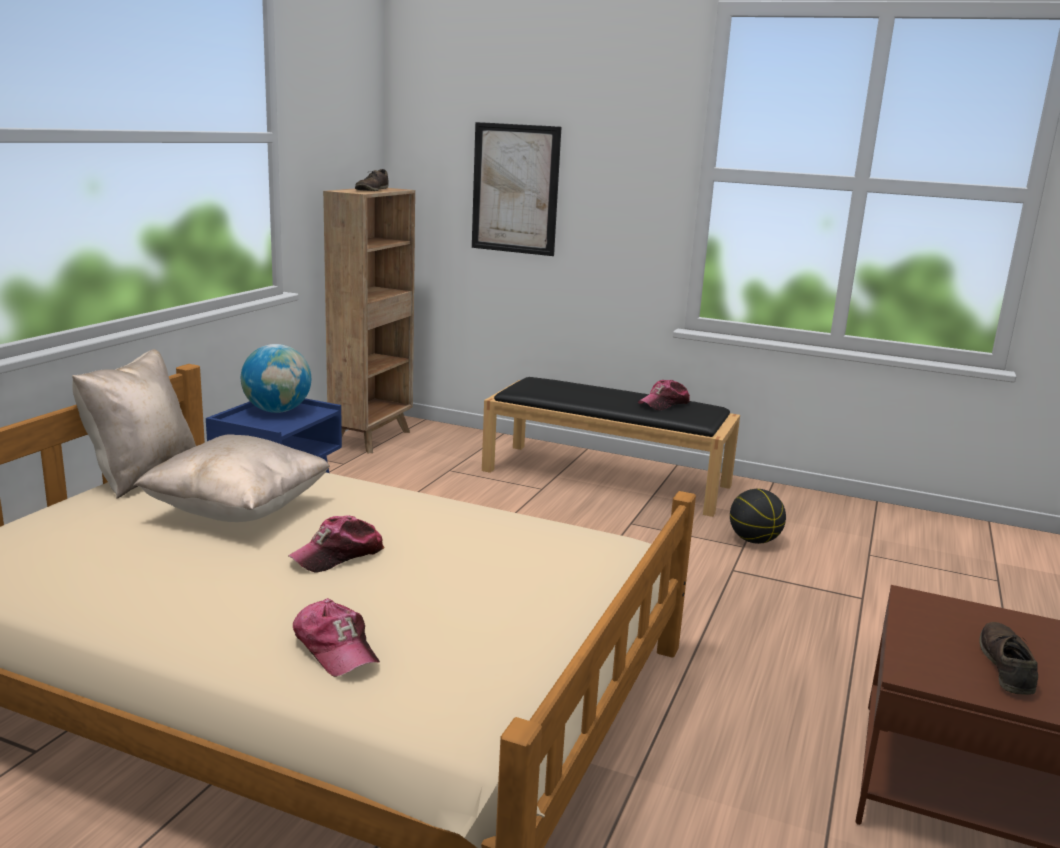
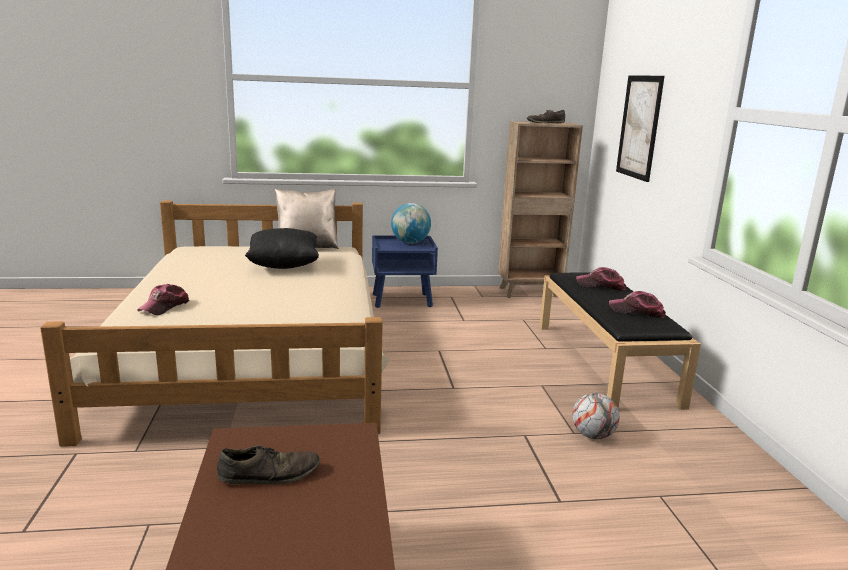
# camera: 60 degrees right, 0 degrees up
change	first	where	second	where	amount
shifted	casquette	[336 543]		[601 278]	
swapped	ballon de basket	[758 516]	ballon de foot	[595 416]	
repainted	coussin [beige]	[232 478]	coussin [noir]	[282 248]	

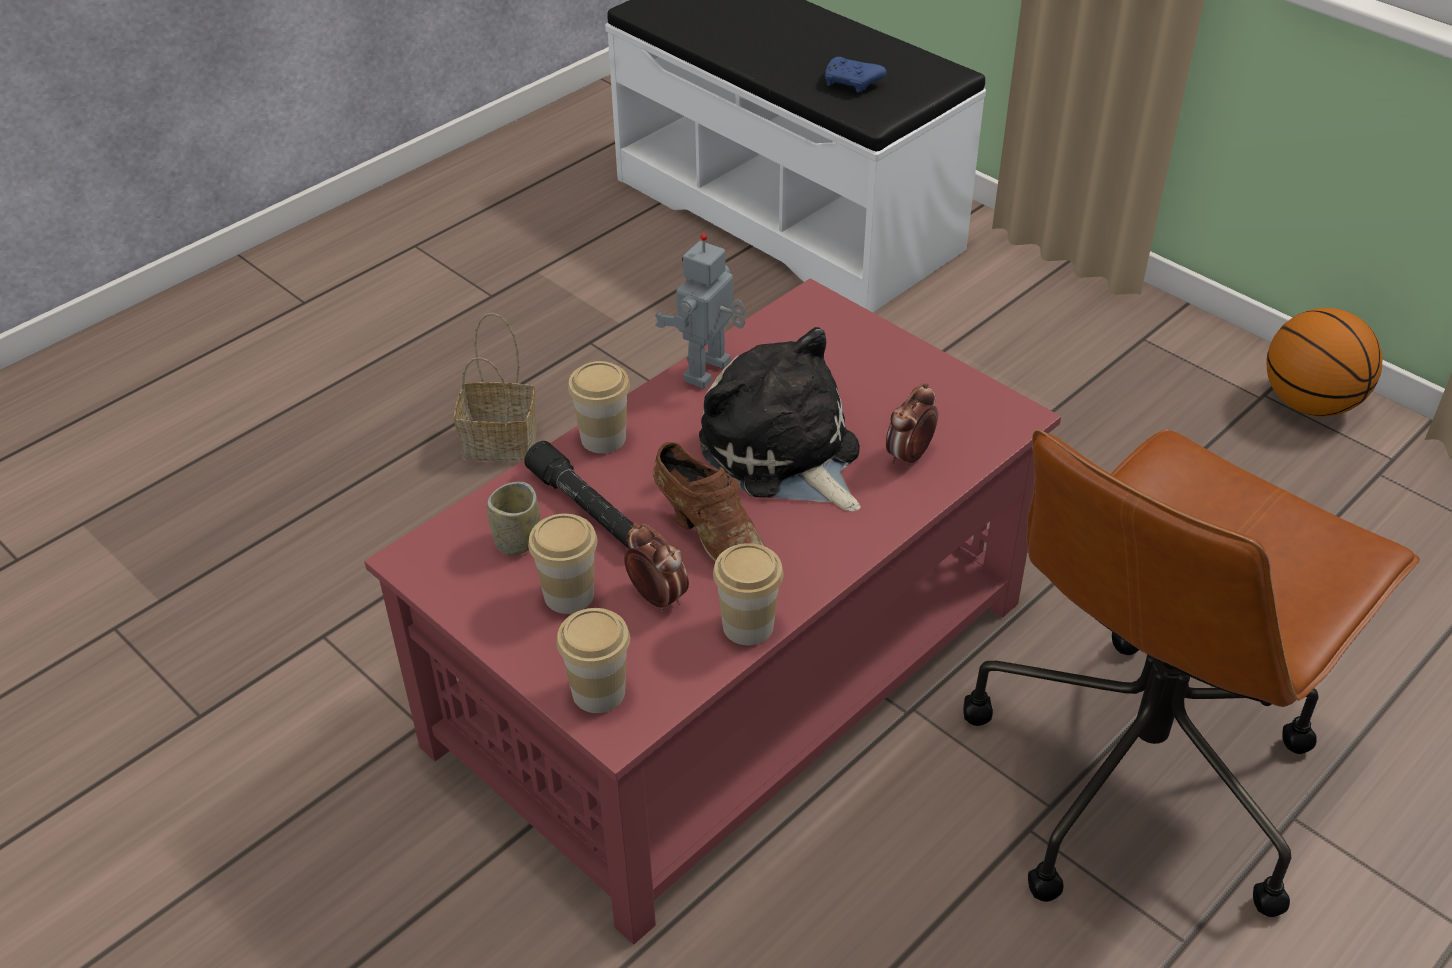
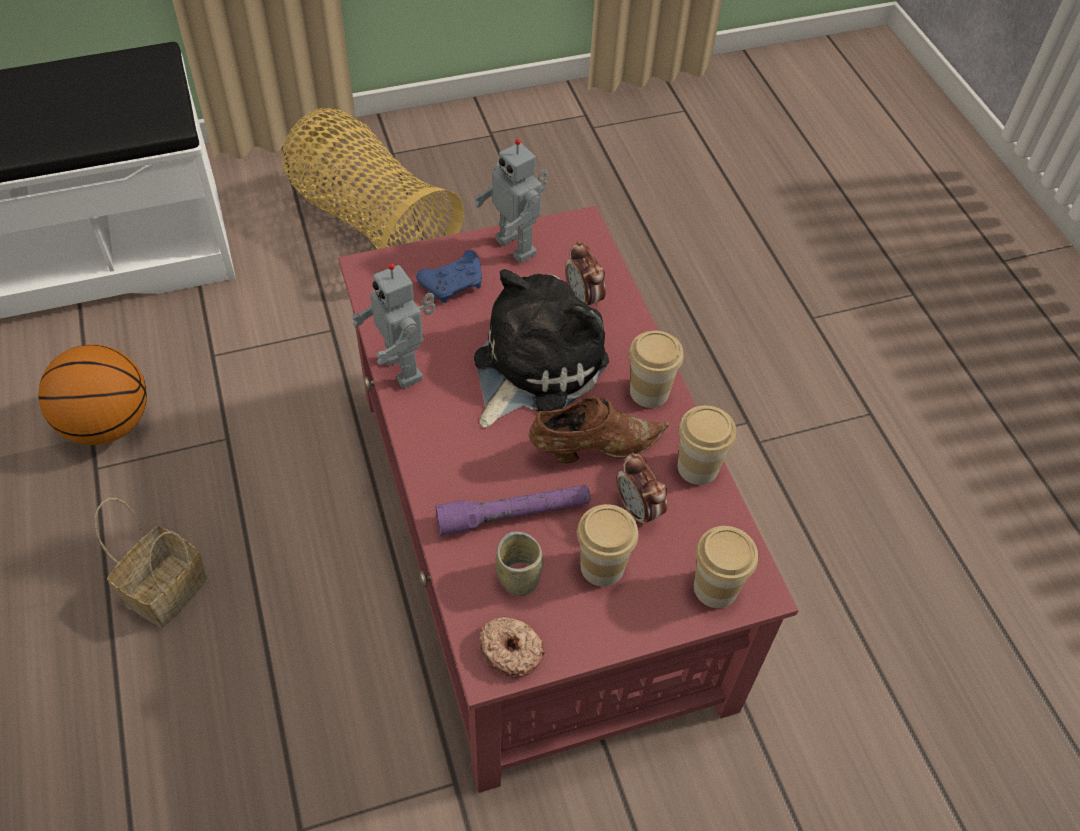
# camera: 65 degrees left, 10 degrees up
change	first	where	second	where	amount
gone	chaise de bureau [marron]	[1191 673]			
new			panier	[373 178]	
new			robot jouet	[511 201]	
new			beignet	[512 647]	
shifted	tasse	[599 407]		[656 369]	
shifted	manette [bleu]	[856 74]		[449 276]	
shifted	ballon de basket	[1325 362]		[93 394]	
repainted	lampe de poche [noir]	[579 495]	lampe de poche [violet]	[513 510]	
rotated	réveil	[656 567]		[641 490]	105 degrees counterclockwise
rotated	peluche	[780 419]		[541 348]	135 degrees clockwise

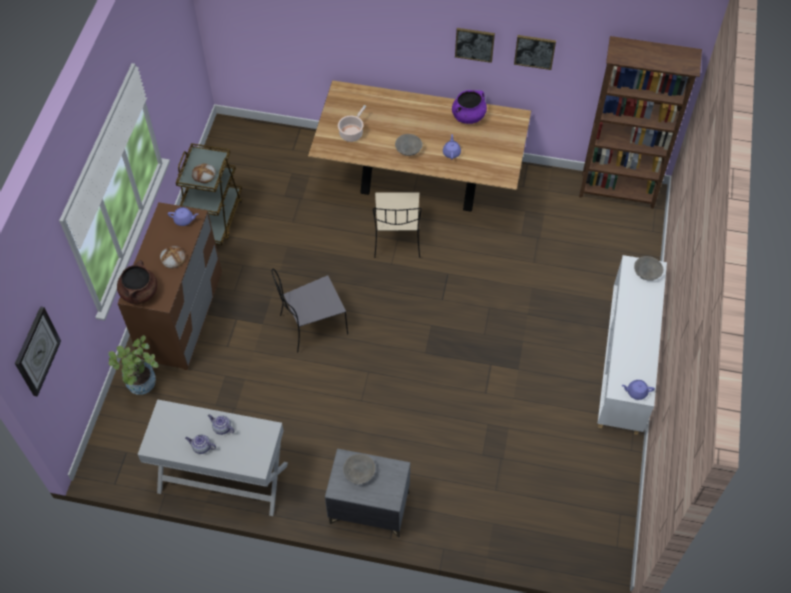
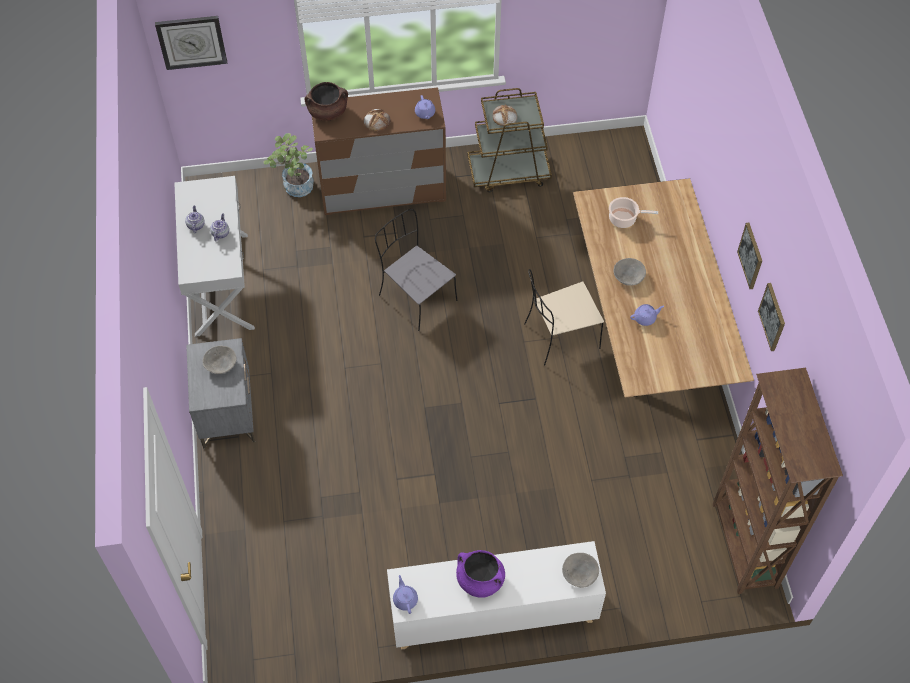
# camera: 70 degrees right, 0 degrees up
change	first	where	second	where	amount
shifted	marmite [violet]	[469 107]		[480 574]	

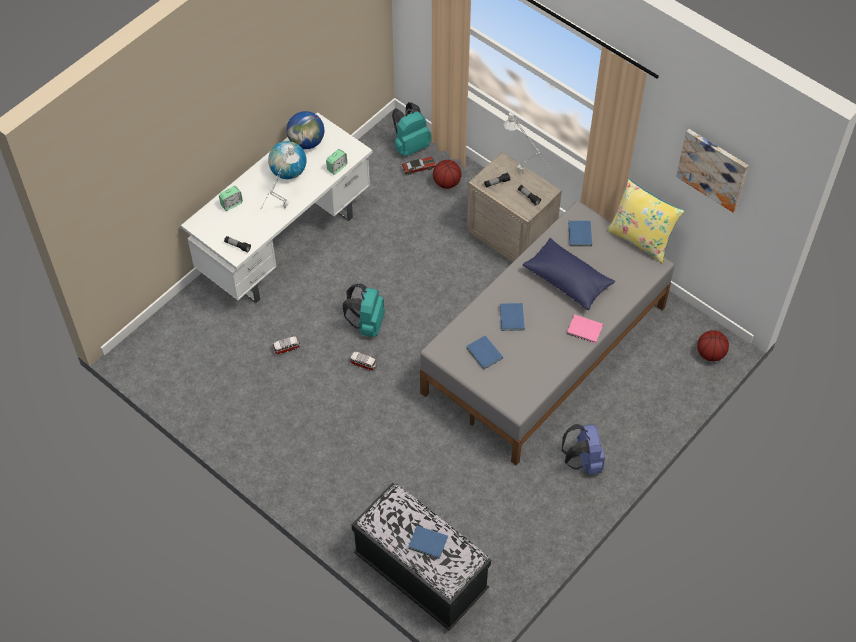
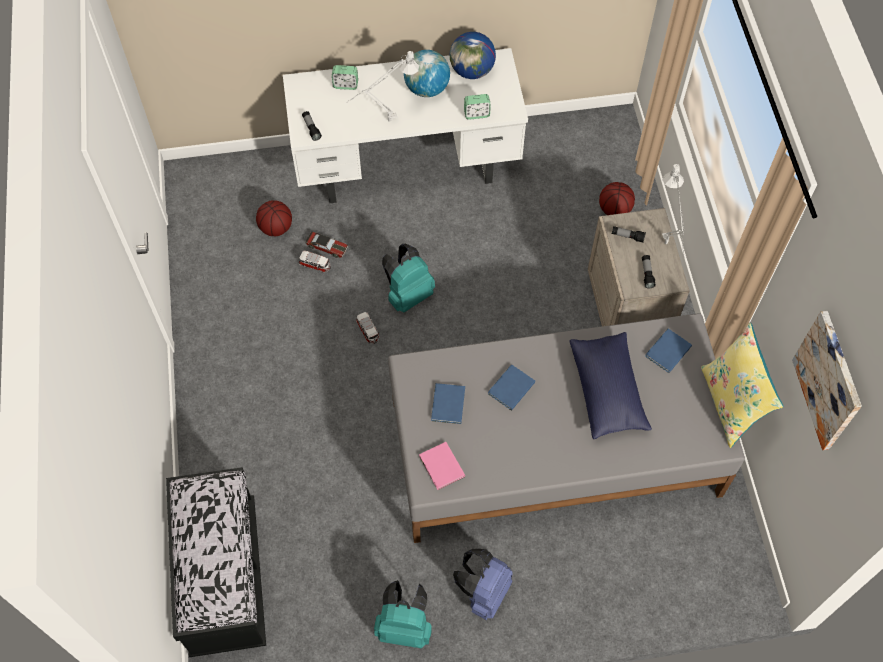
# camera: 40 degrees right, 5 degrees up
change	first	where	second	where	amount
gone	livre [bleu]	[428 542]			
shifted	sac à dos [turquoise]	[411 129]		[402 614]	
shifted	petite voiture	[418 166]		[326 245]	
shifted	livre [rose]	[585 329]		[442 466]	
shifted	ballon de basket	[713 345]		[274 218]	

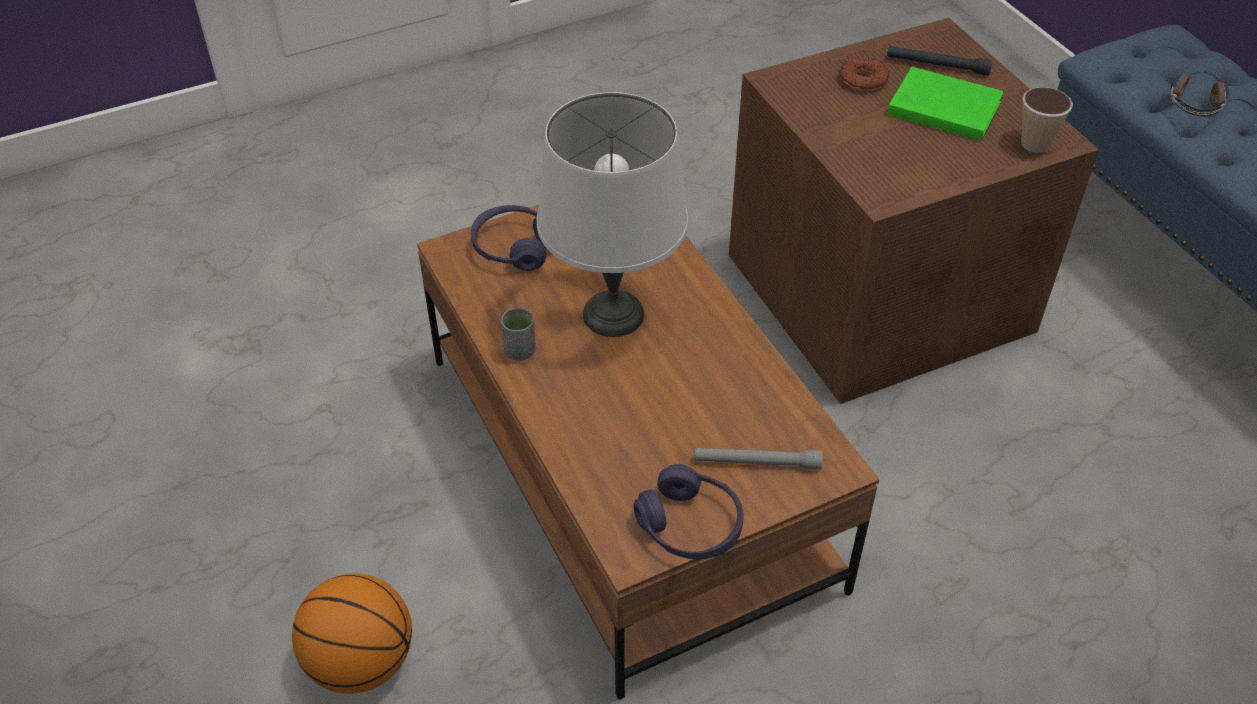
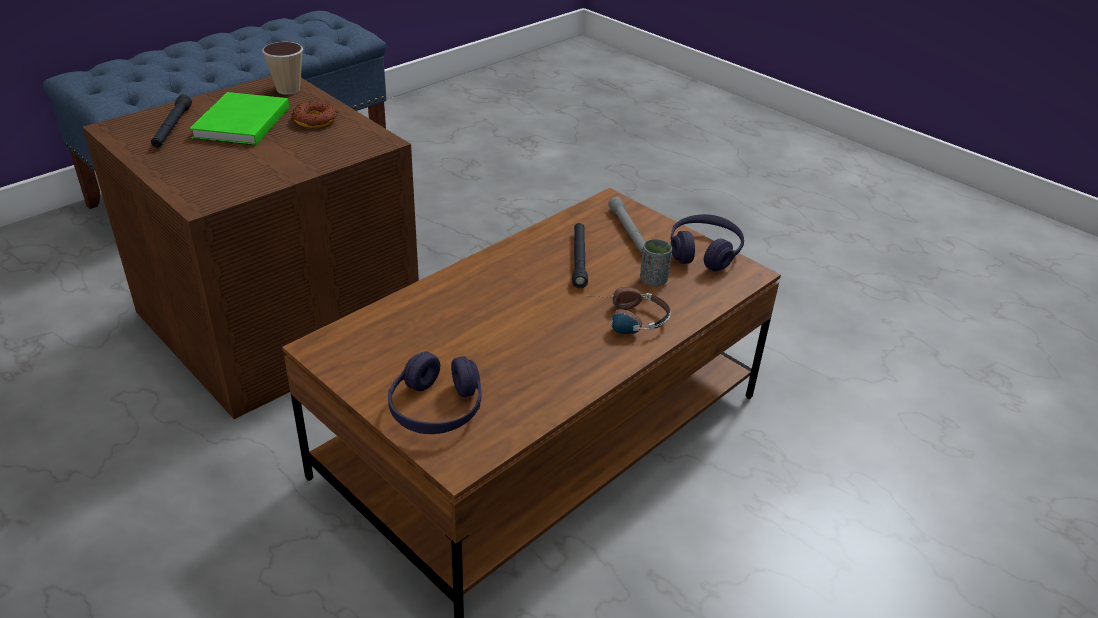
# camera: 110 degrees left, 10 degrees down
change	first	where	second	where	amount
gone	ballon de basket	[352 633]			
gone	lampe de table [gris]	[612 214]			
new			lampe de poche [noir]	[580 255]	
shifted	tasse [gris]	[518 334]		[656 263]	
shifted	beignet	[864 73]		[314 114]	
shifted	casque audio	[1200 94]		[633 310]	

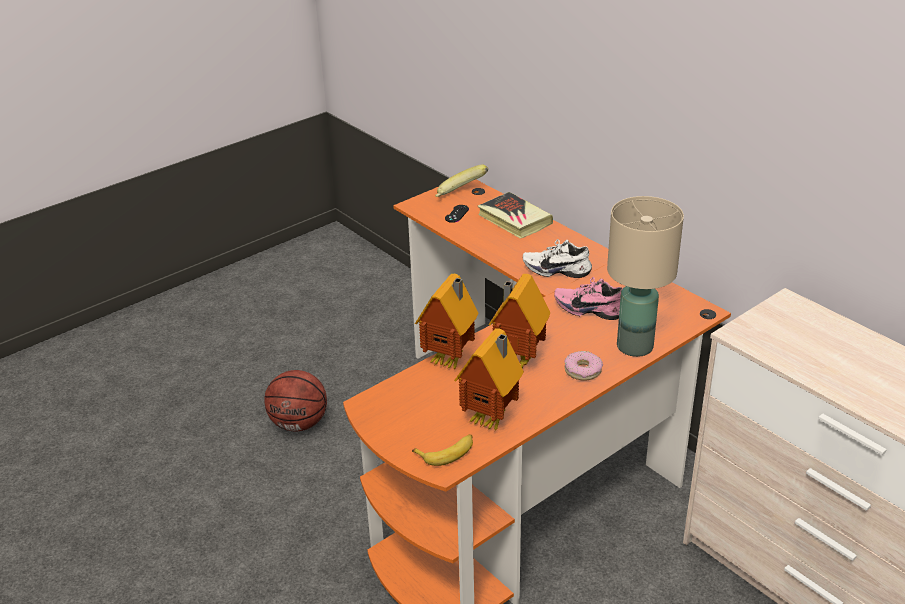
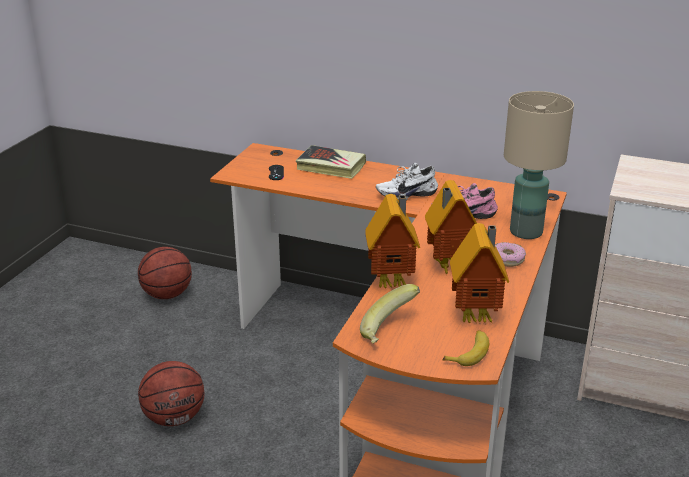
# camera: 30 degrees left, 5 degrees down
change	first	where	second	where	amount
new			ballon de basket	[165 273]	
shifted	banane	[461 181]		[390 314]	

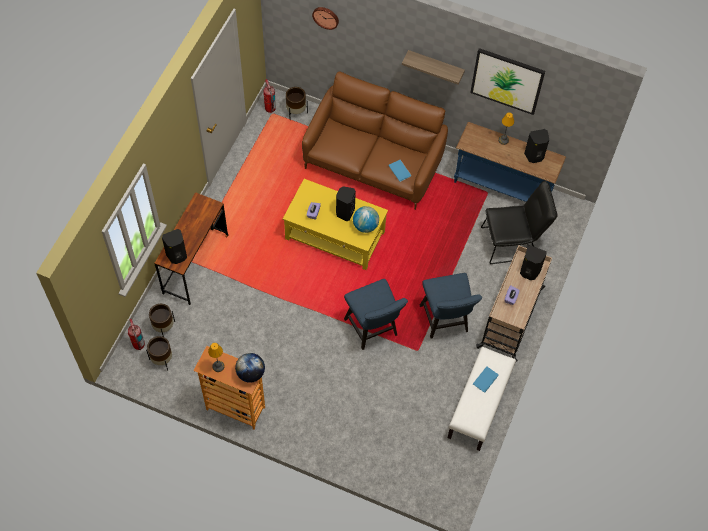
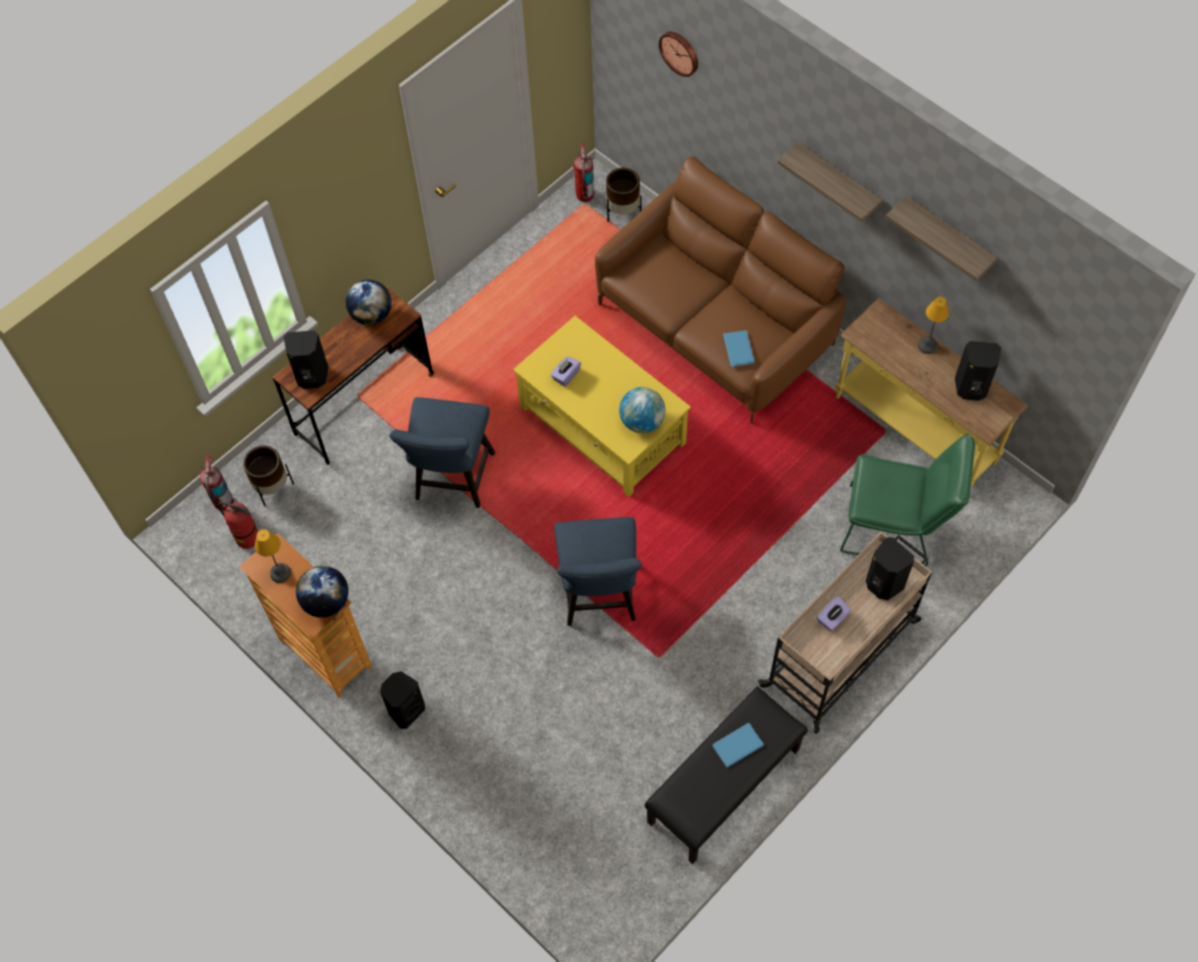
# camera: 25 degrees right, 0 degrees up
change	first	where	second	where	amount
new			globe	[368 302]	
shifted	enceinte [noir]	[346 203]		[402 700]	
shifted	chaise [bleu]	[451 306]		[442 452]	
swapped	cache-pot [marron]	[159 353]	extincteur	[238 525]	
swapped	tableau	[507 81]	étagère	[941 238]	
repainted	banc [blanc]	[482 399]	banc [noir]	[726 775]	
repainted	table console [bleu]	[510 162]	table console [jaune]	[931 392]	
repainted	chaise [noir]	[519 222]	chaise [vert]	[907 499]	

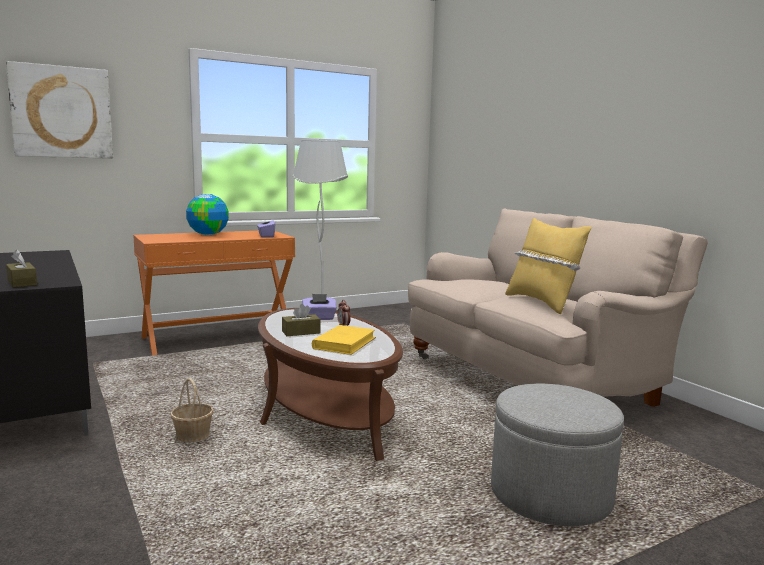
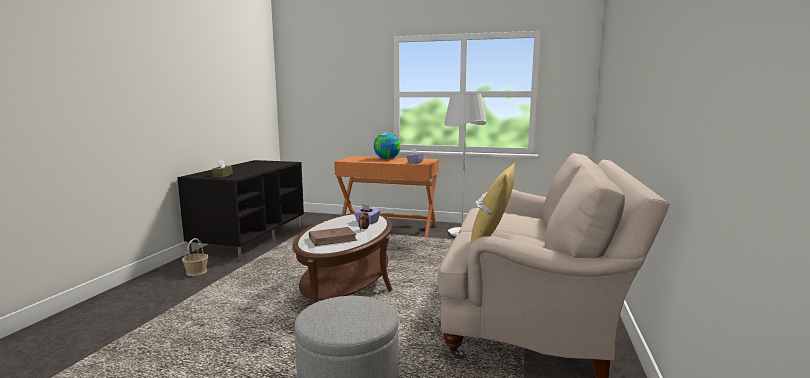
# camera: 45 degrees right, 0 degrees up
change	first	where	second	where	amount
gone	tableau	[59 110]			
gone	boîte à mouchoirs [marron]	[301 320]			
shifted	panier	[192 410]		[195 257]	
repainted	livre [jaune]	[344 340]	livre [marron]	[333 236]	

